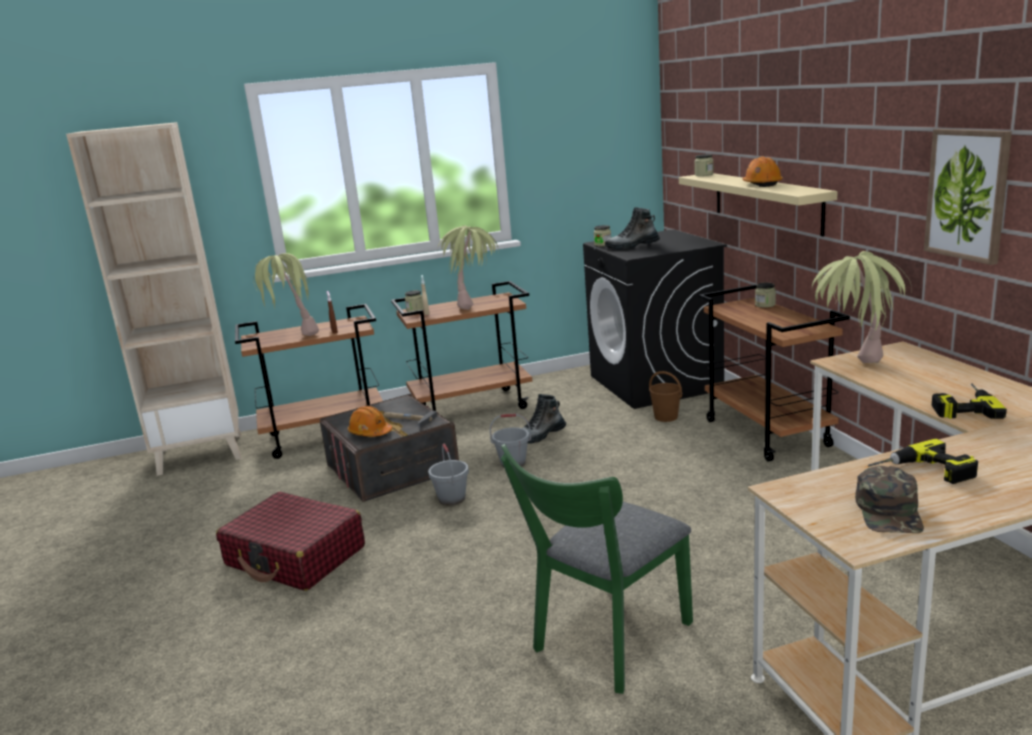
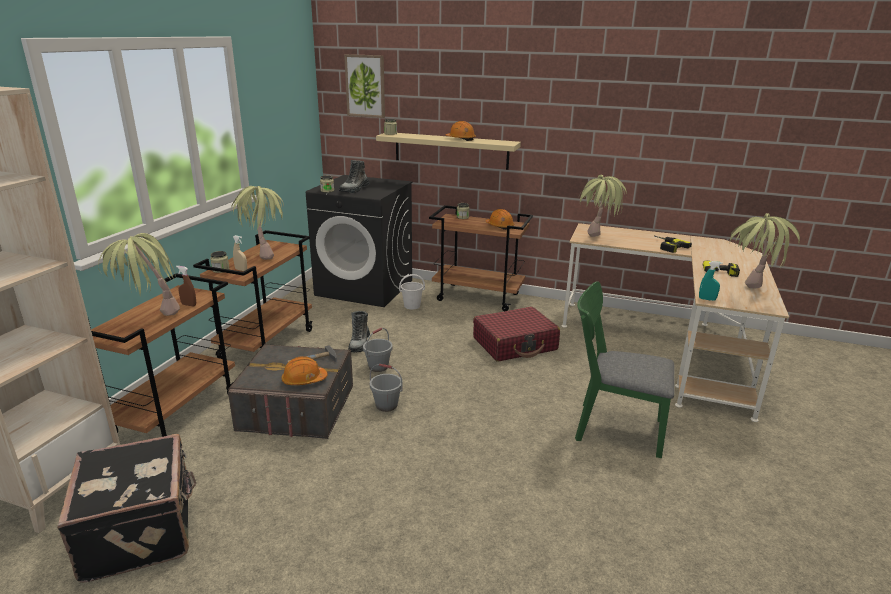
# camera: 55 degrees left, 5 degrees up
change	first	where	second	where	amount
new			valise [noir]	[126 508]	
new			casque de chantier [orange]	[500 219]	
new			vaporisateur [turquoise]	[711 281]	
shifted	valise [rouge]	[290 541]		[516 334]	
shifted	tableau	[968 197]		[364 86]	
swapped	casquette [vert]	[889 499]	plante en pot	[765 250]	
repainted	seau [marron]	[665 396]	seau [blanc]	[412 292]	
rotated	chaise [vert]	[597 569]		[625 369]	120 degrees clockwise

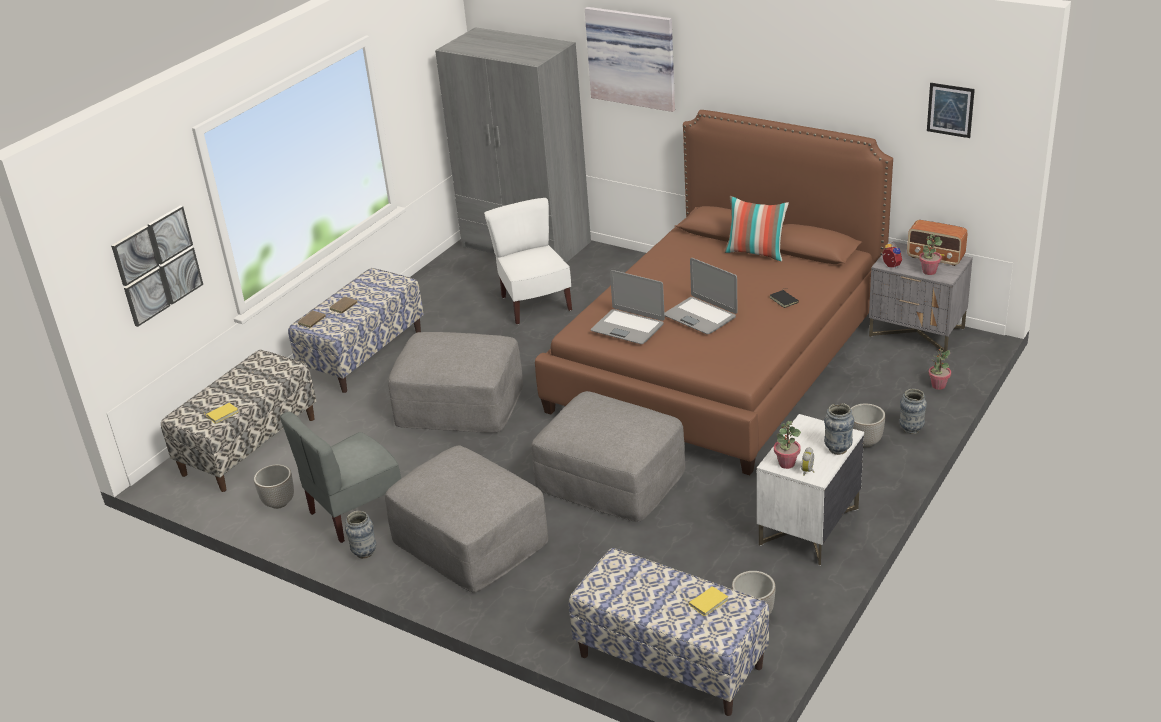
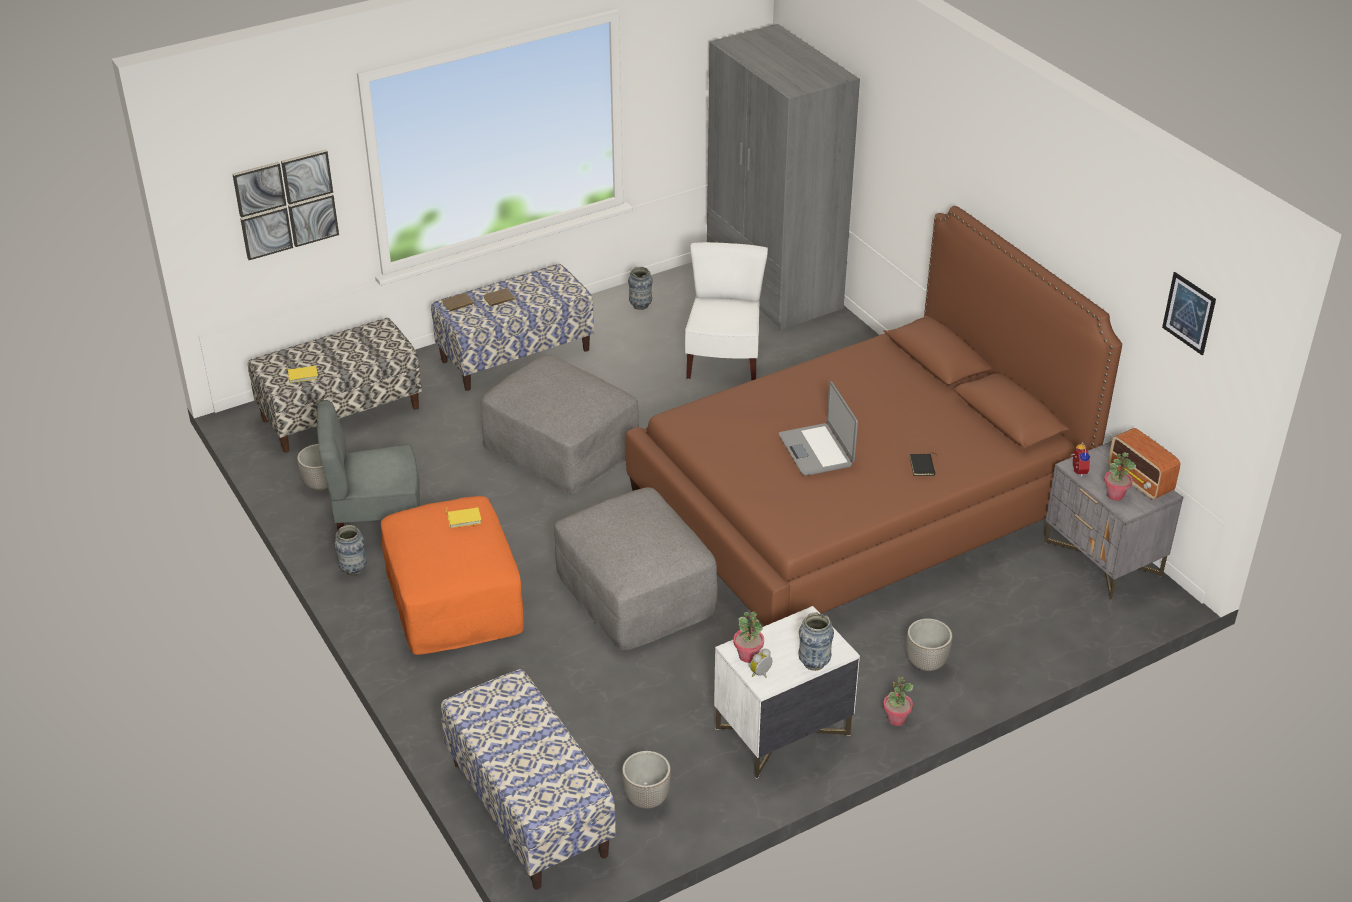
# camera: 25 degrees right, 5 degrees up
change	first	where	second	where	amount
gone	tableau	[630 59]			
gone	ordinateur portable	[628 307]			
gone	coussin	[757 228]			
shifted	livre [jaune]	[706 601]		[463 517]	
shifted	vase	[913 411]		[640 288]	
shifted	plante en pot	[939 369]		[898 701]	
repainted	pouf [gris]	[466 519]	pouf [orange]	[452 575]	

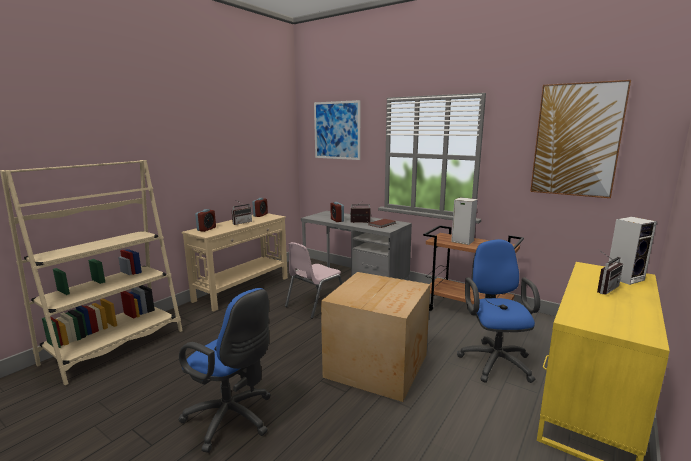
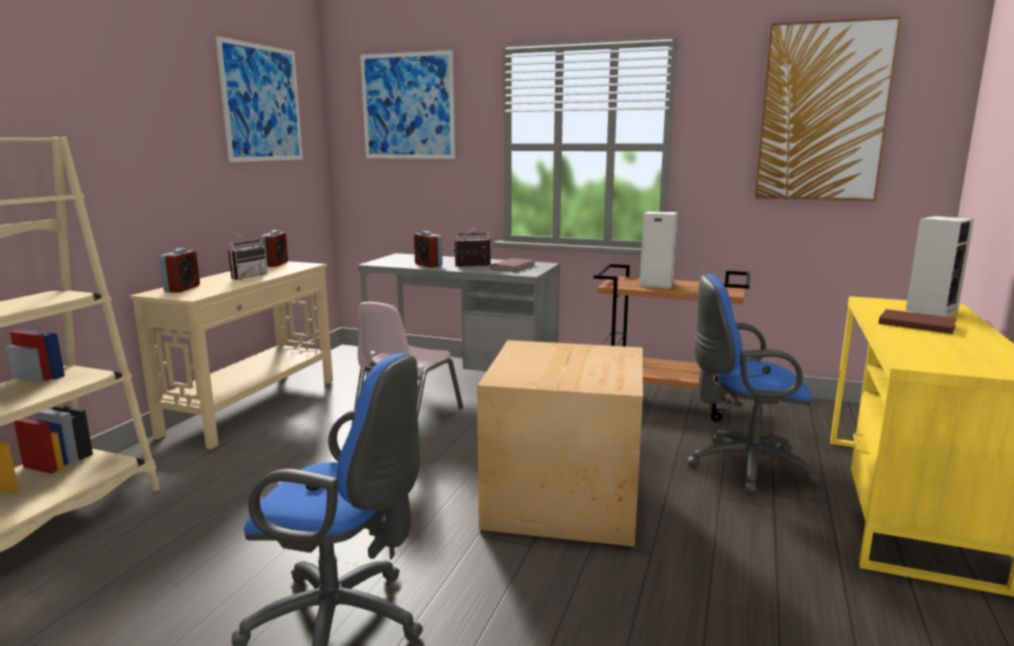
# camera: 15 degrees left, 0 degrees up
change	first	where	second	where	amount
new			tableau	[259 99]	
swapped	radio	[610 272]	livre [marron]	[918 321]	
rotated	chaise de bureau [bleu]	[498 311]		[753 384]	75 degrees counterclockwise

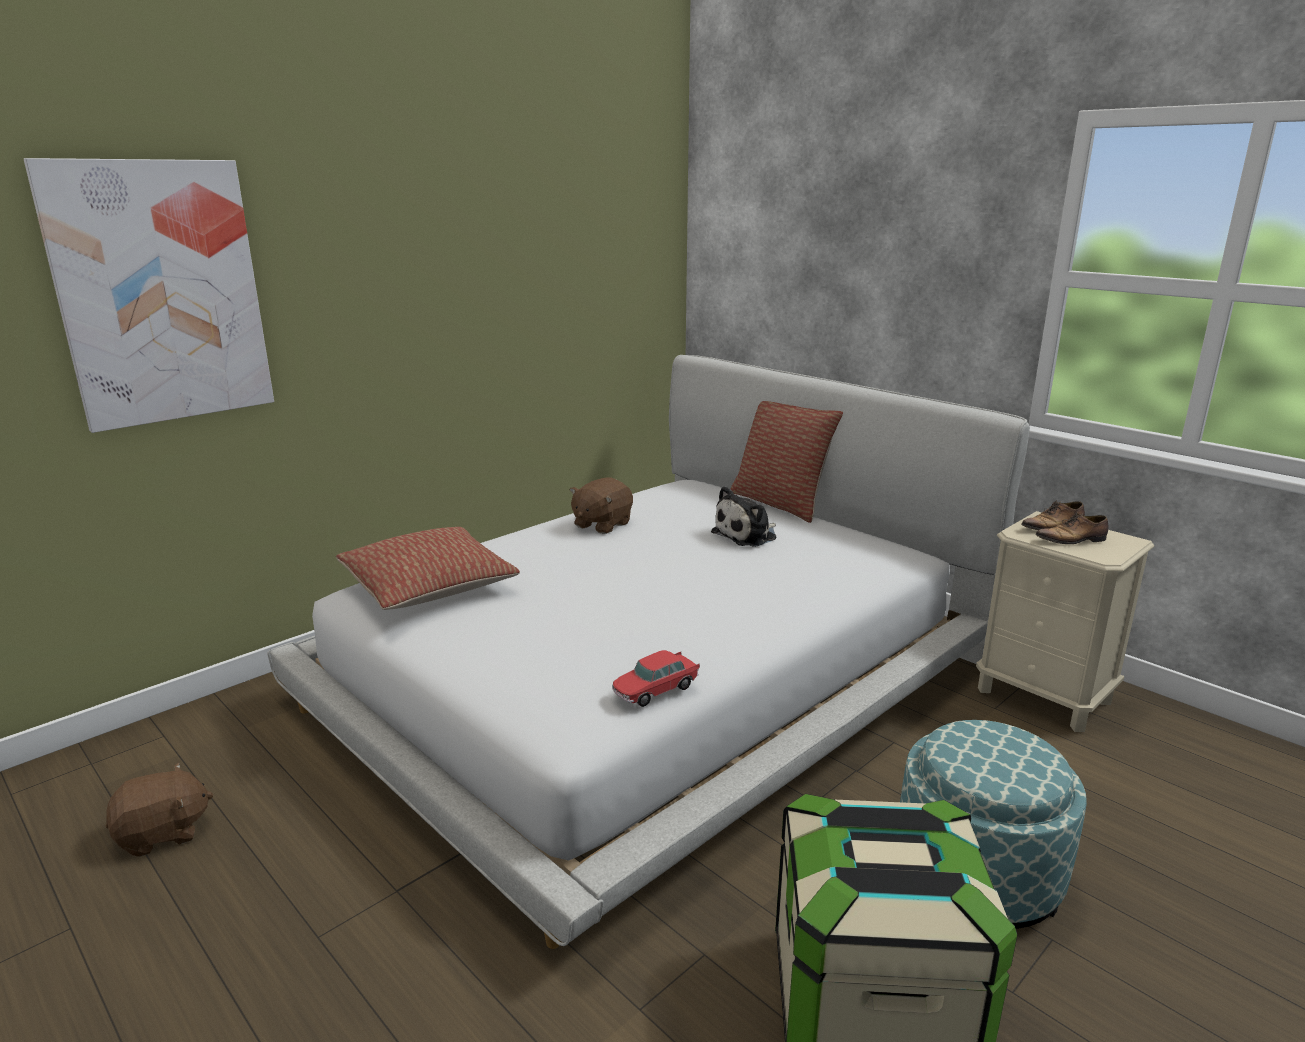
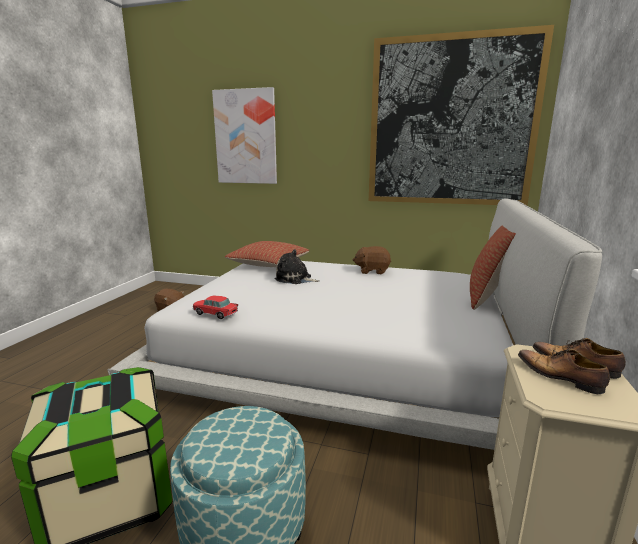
# camera: 60 degrees right, 5 degrees down
change	first	where	second	where	amount
new			tableau	[461 115]	
shifted	peluche	[744 516]		[297 266]	

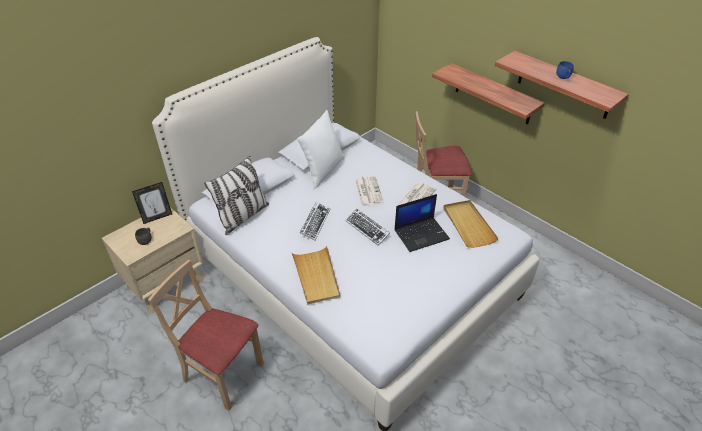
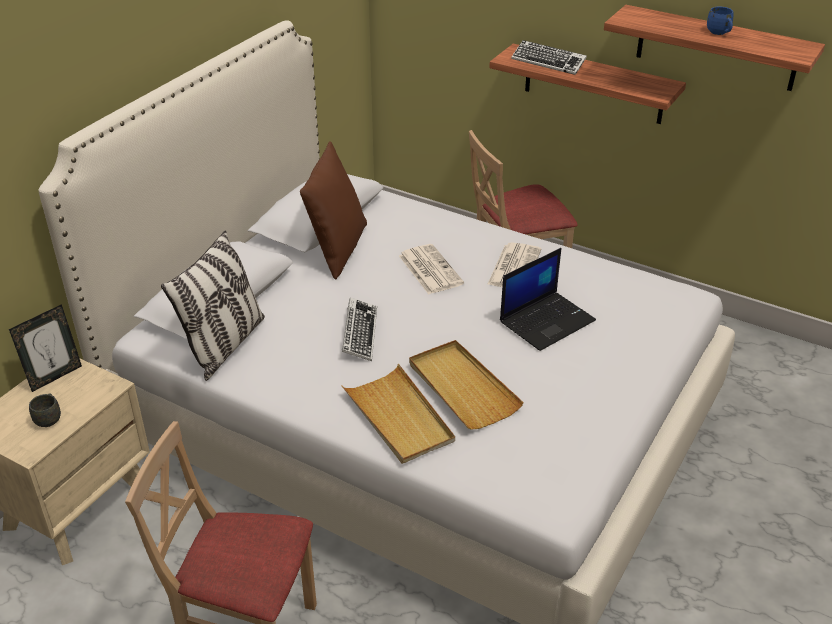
# camera: 15 degrees left, 5 degrees down
change	first	where	second	where	amount
shifted	clavier	[368 227]		[549 57]	
shifted	plateau [beige]	[471 224]		[466 385]	
repainted	coussin [blanc]	[321 149]	coussin [marron]	[333 210]	

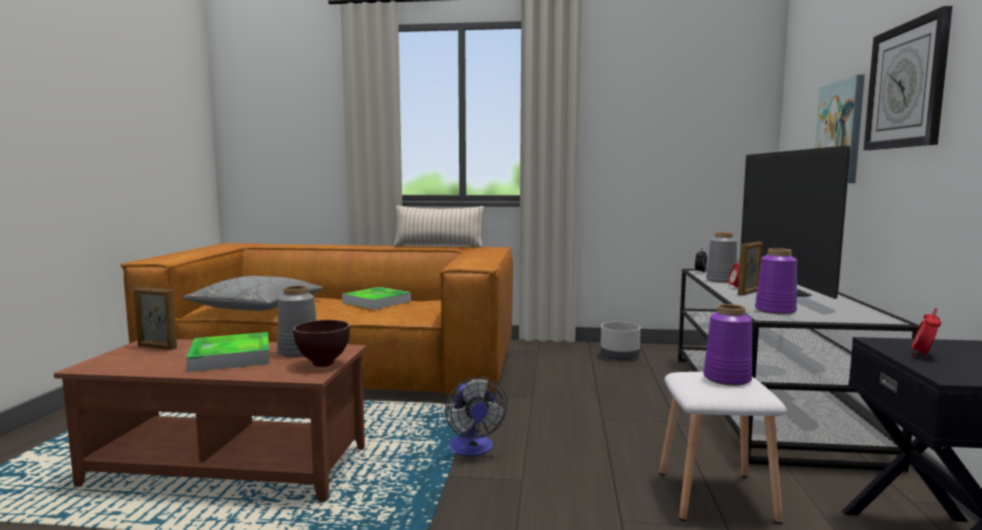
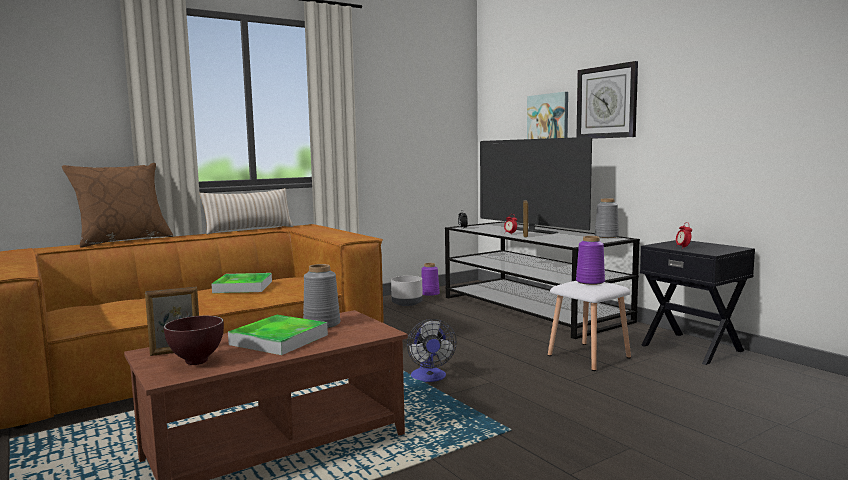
# camera: 40 degrees left, 0 degrees up
change	first	where	second	where	amount
gone	coussin [gris]	[253 293]			
new			coussin [marron]	[117 205]	
shifted	bol [marron]	[321 343]		[194 340]	
shifted	vase [gris]	[721 257]		[607 218]	
shifted	vase [violet]	[776 281]		[430 279]	
rotated	ventilateur	[476 416]		[432 350]	45 degrees clockwise

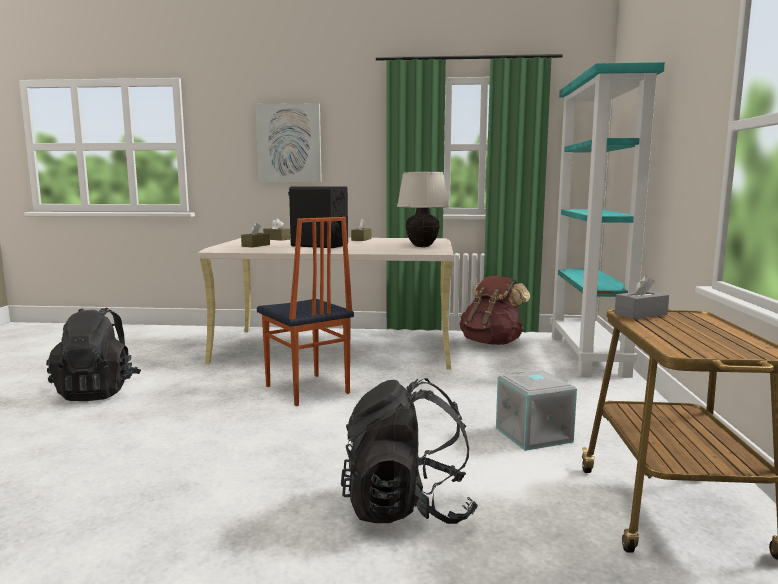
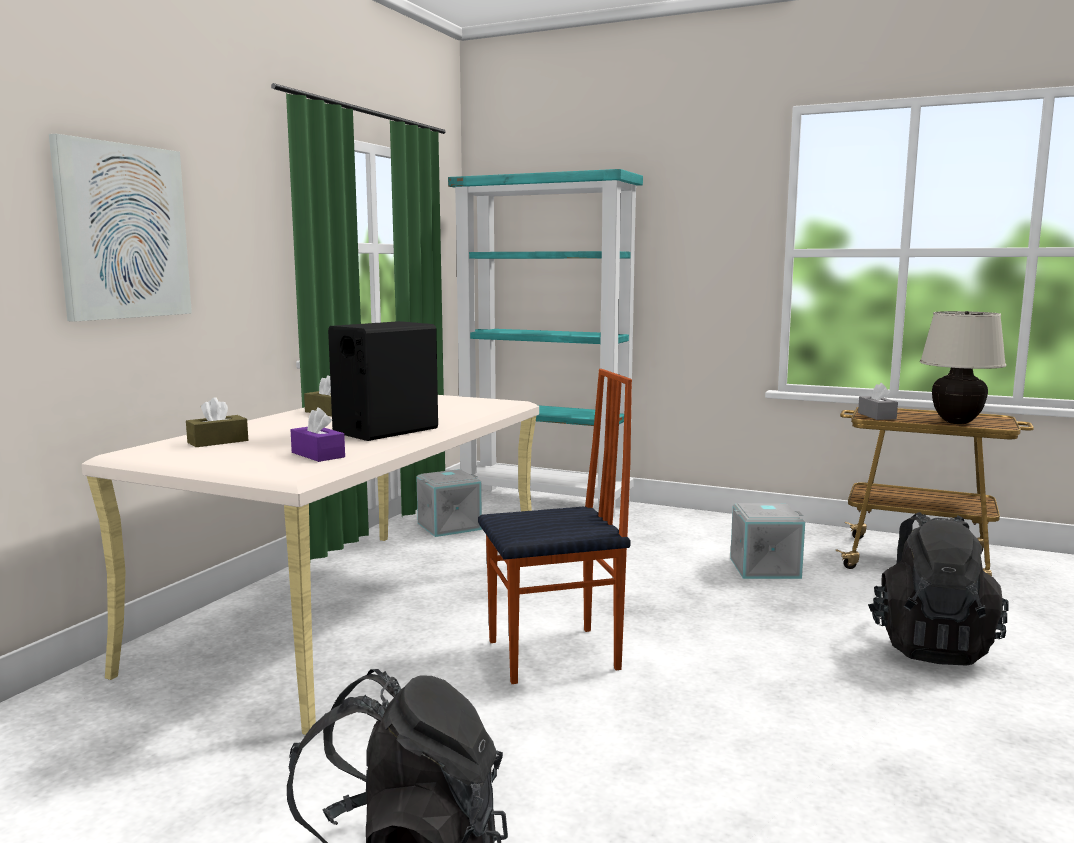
# camera: 70 degrees left, 0 degrees up
change	first	where	second	where	amount
shifted	lampe de table [beige]	[423 209]		[963 367]	
swapped	sac à dos [marron]	[495 310]	boîte de rangement [gris]	[449 503]	
repainted	boîte à mouchoirs [marron]	[255 235]	boîte à mouchoirs [violet]	[318 435]	

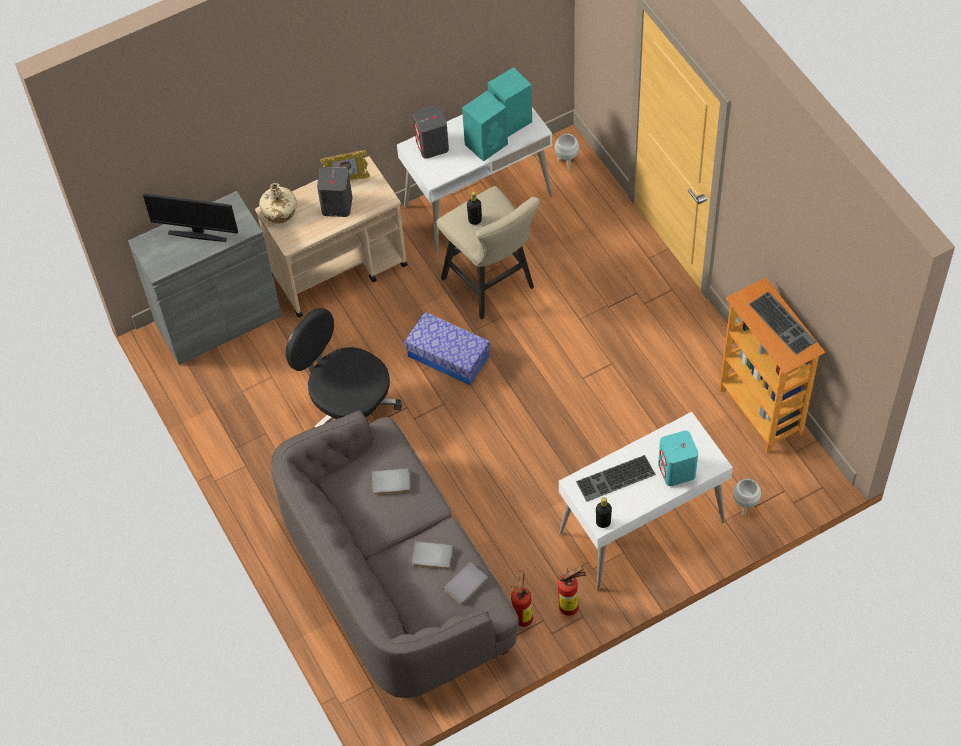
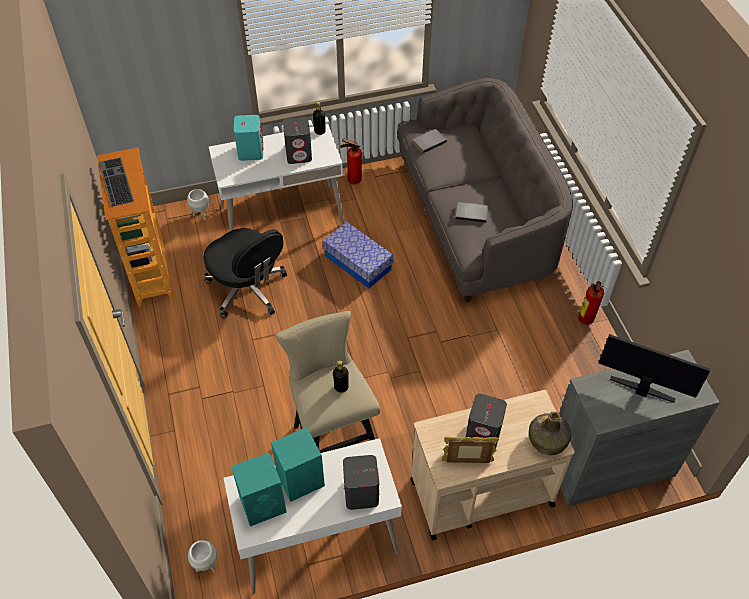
# camera: 170 degrees left, 5 degrees down
change	first	where	second	where	amount
gone	livre [gris]	[433 555]			
shifted	chaise de bureau [noir]	[344 368]		[245 273]	
shifted	boîte de rangement	[447 348]		[358 255]	
shifted	extincteur	[522 599]		[592 303]	
swapped	clavier	[616 478]	enceinte [gris]	[297 140]	
repainted	bouteille [beige]	[278 203]	bouteille [vert]	[550 433]	

